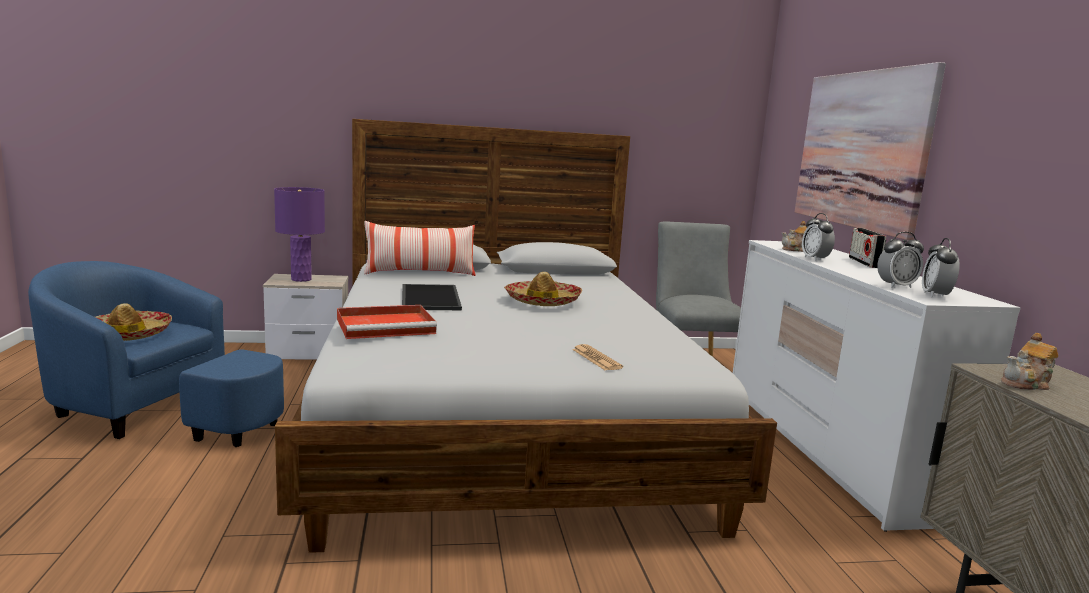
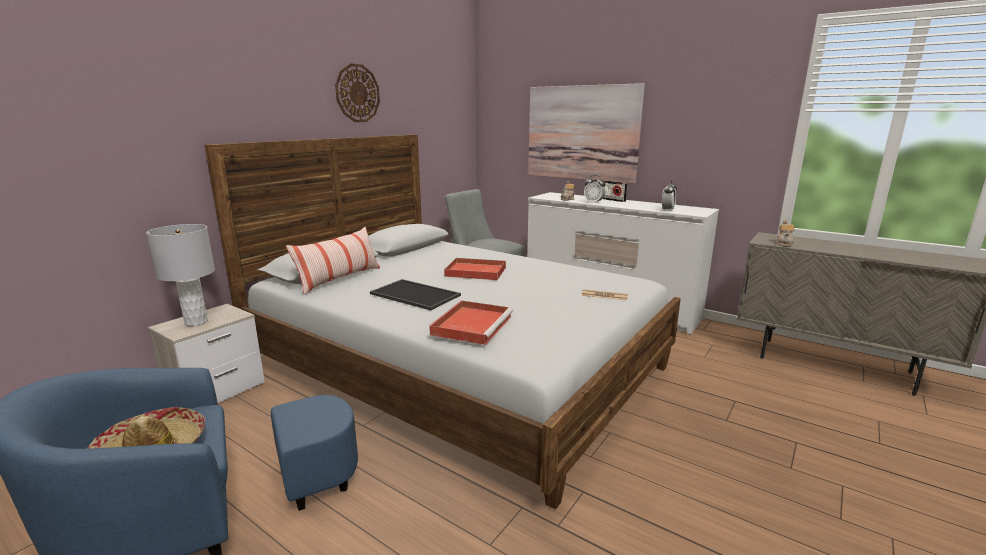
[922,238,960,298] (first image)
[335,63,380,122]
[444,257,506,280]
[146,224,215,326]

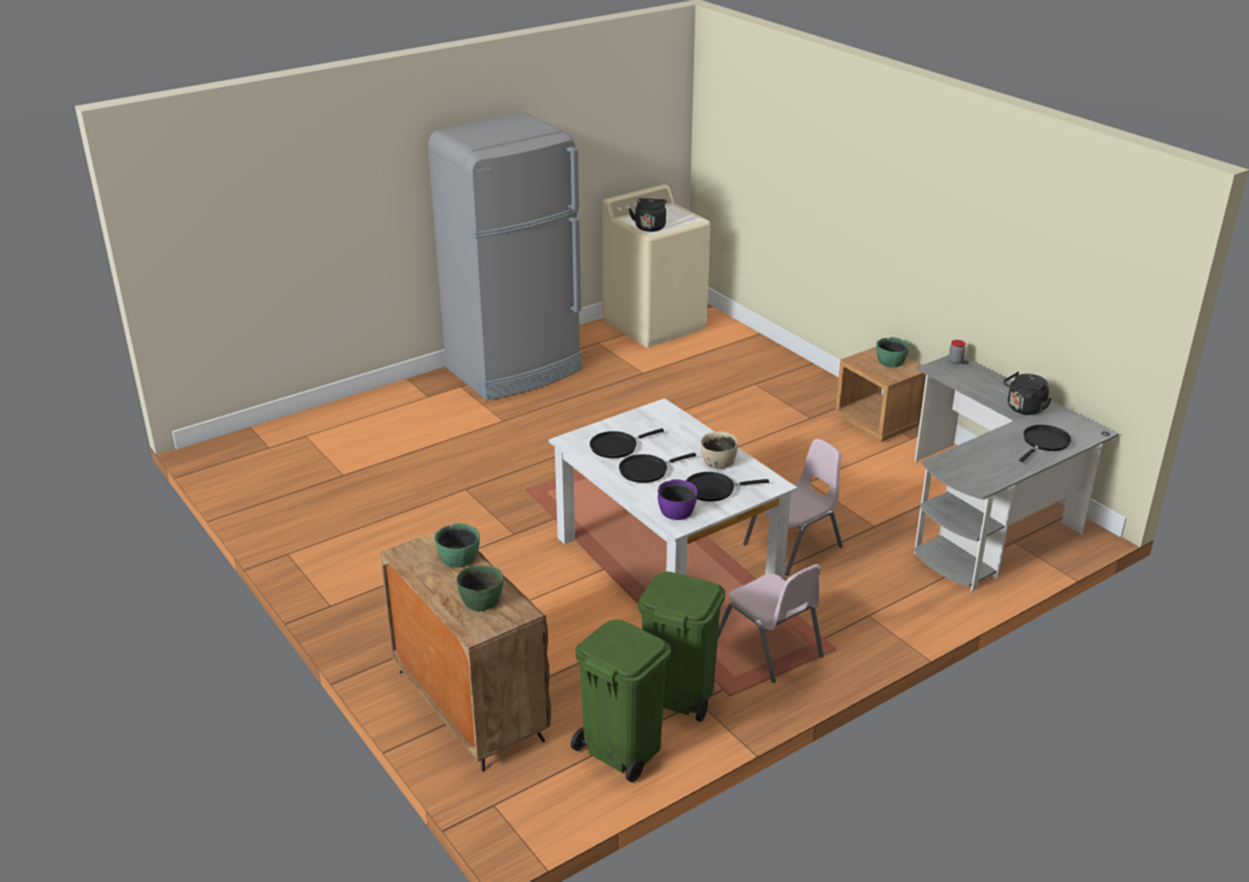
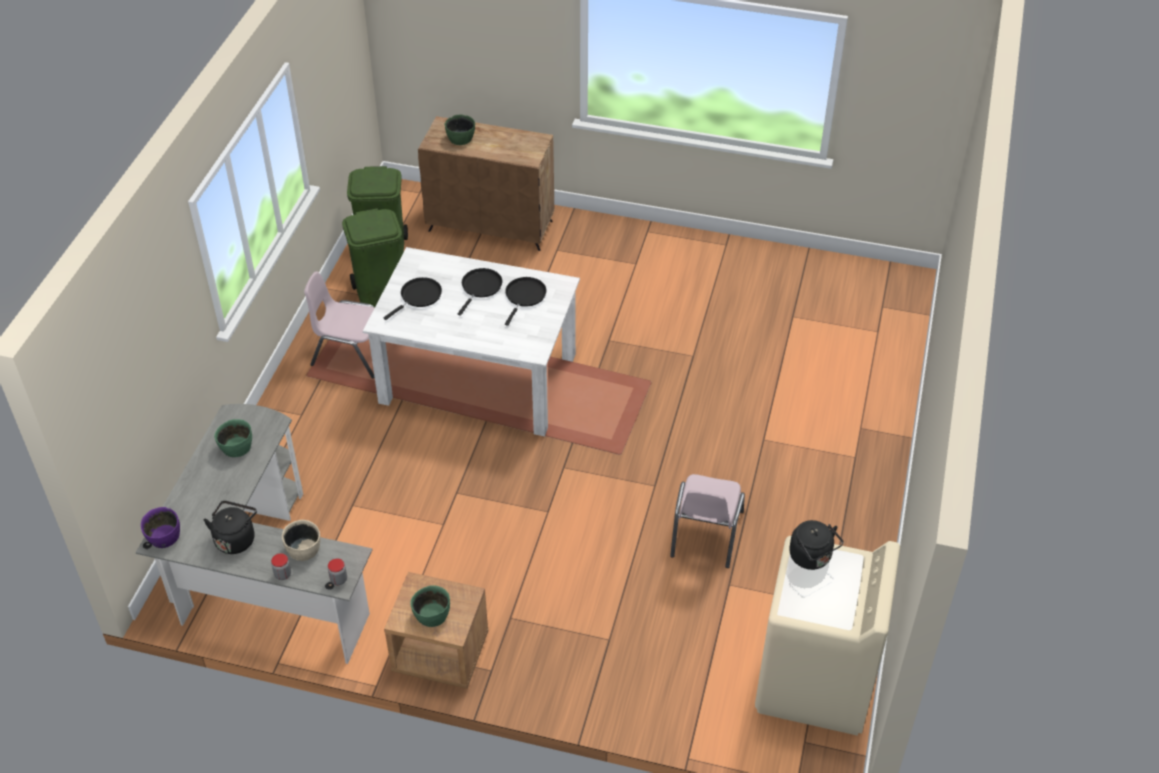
[428,112,582,400] (first image)
[1019,425,1071,462] (first image)
[271,553,291,580]
[214,419,252,457]
[141,507,180,548]
[282,520,320,561]
[670,474,745,568]

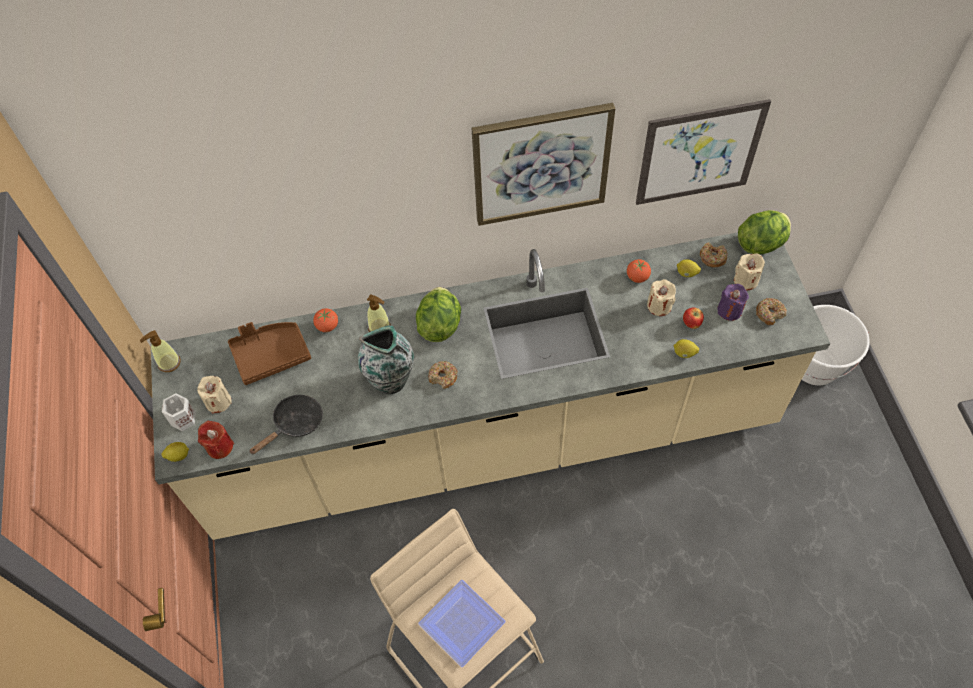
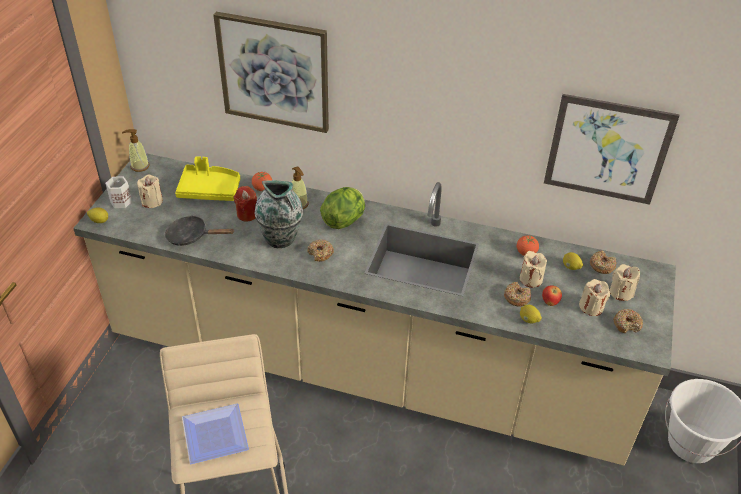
[738,210,791,254] (first image)
[504,282,531,307]
[234,186,257,222]
[213,12,329,133]
[175,156,240,201]
[579,279,610,316]
[165,216,235,246]

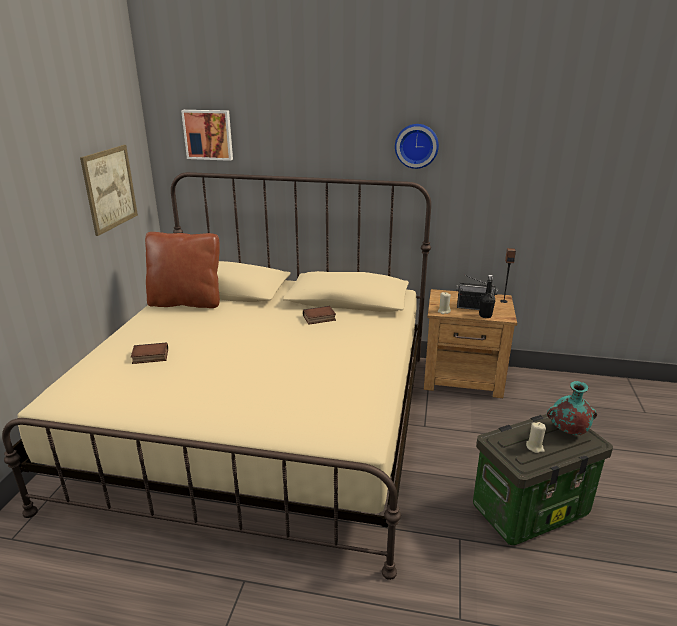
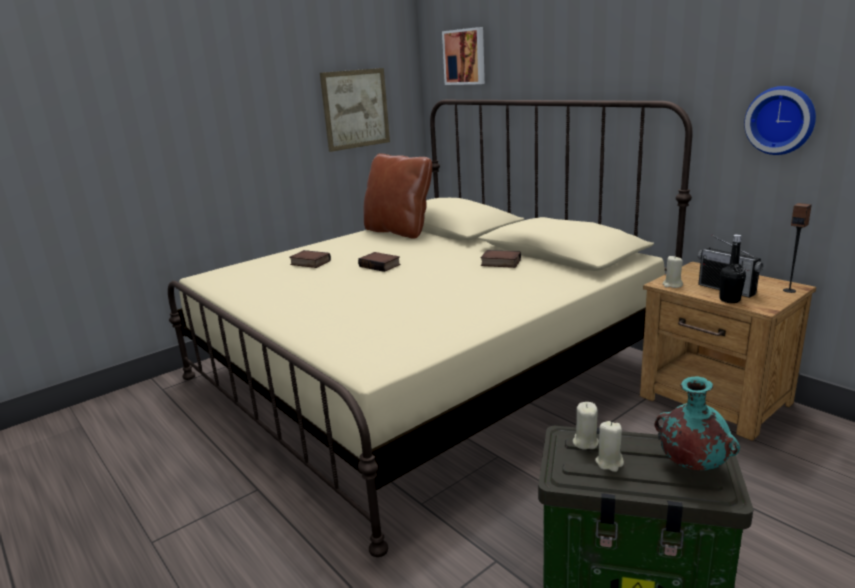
[358,252,400,272]
[573,402,599,450]
[744,86,816,155]

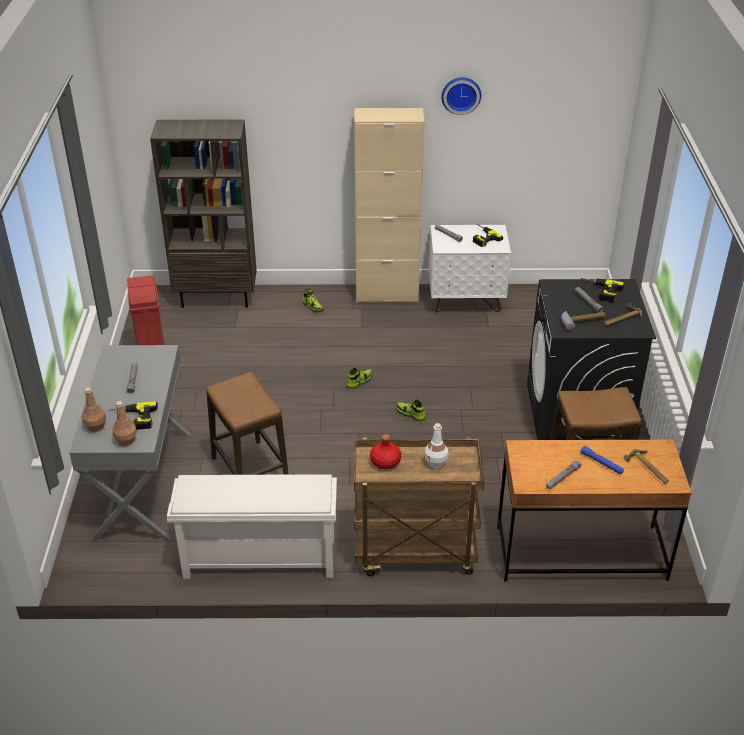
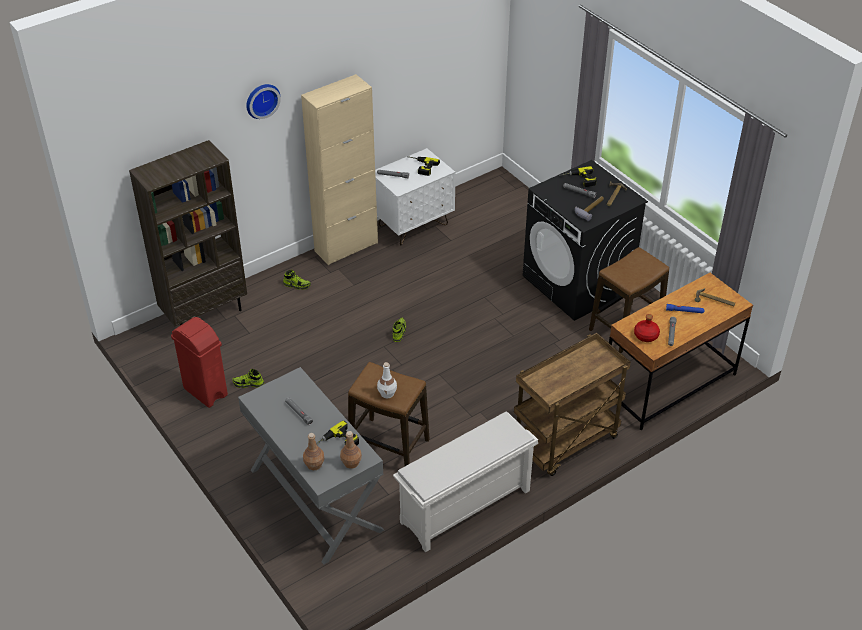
[634,314,660,342]
[232,369,264,388]
[377,362,397,398]
[246,84,281,119]

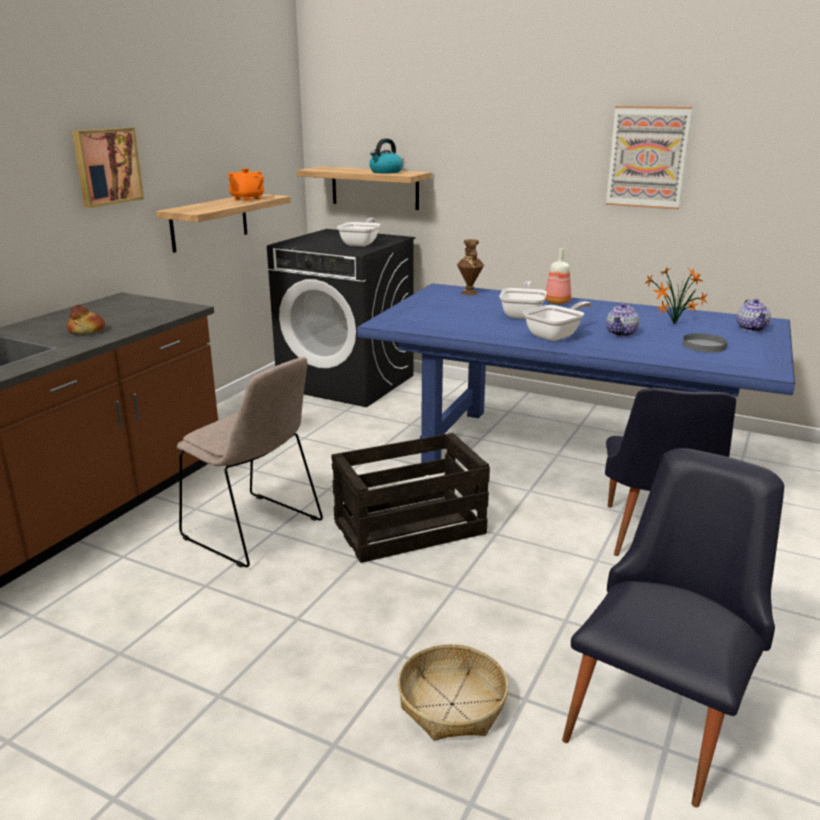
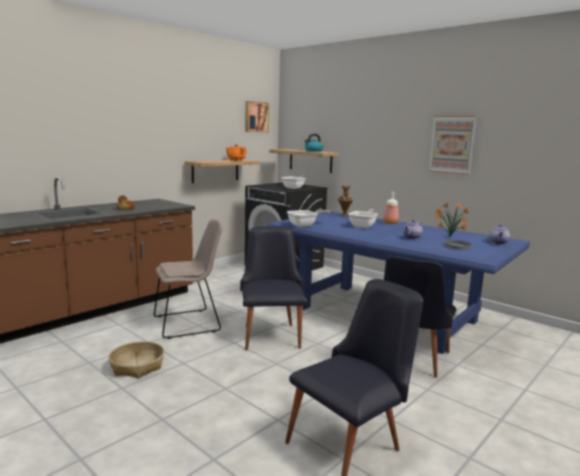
[245,101,269,133]
[108,341,164,378]
[287,210,330,227]
[240,226,308,351]
[154,219,222,339]

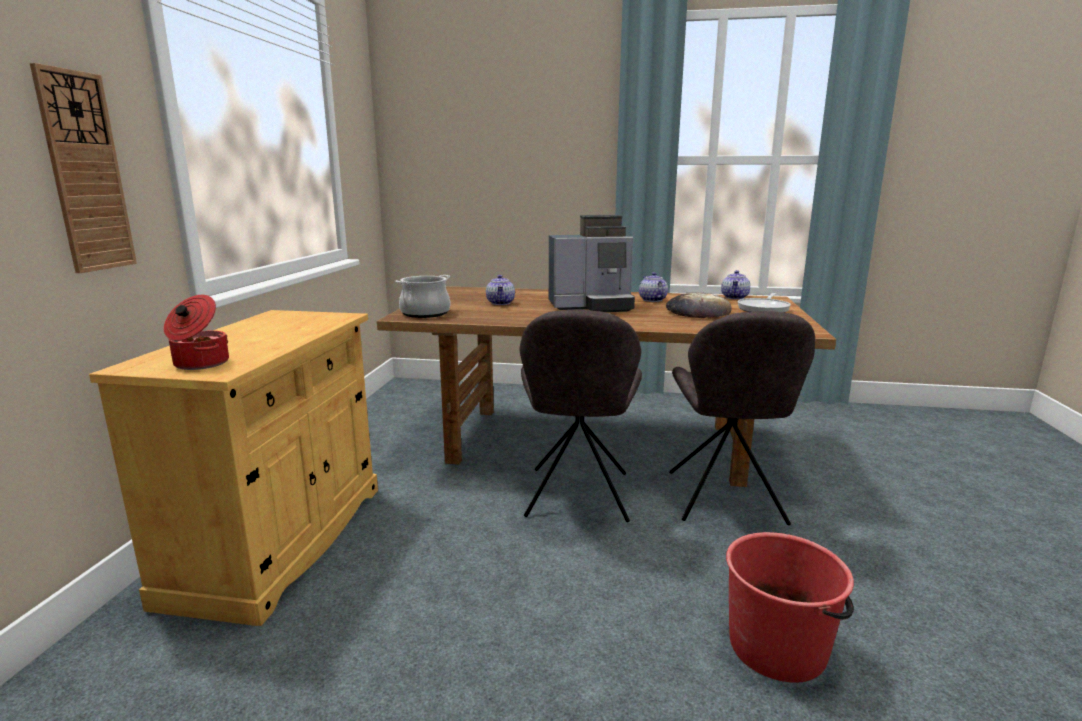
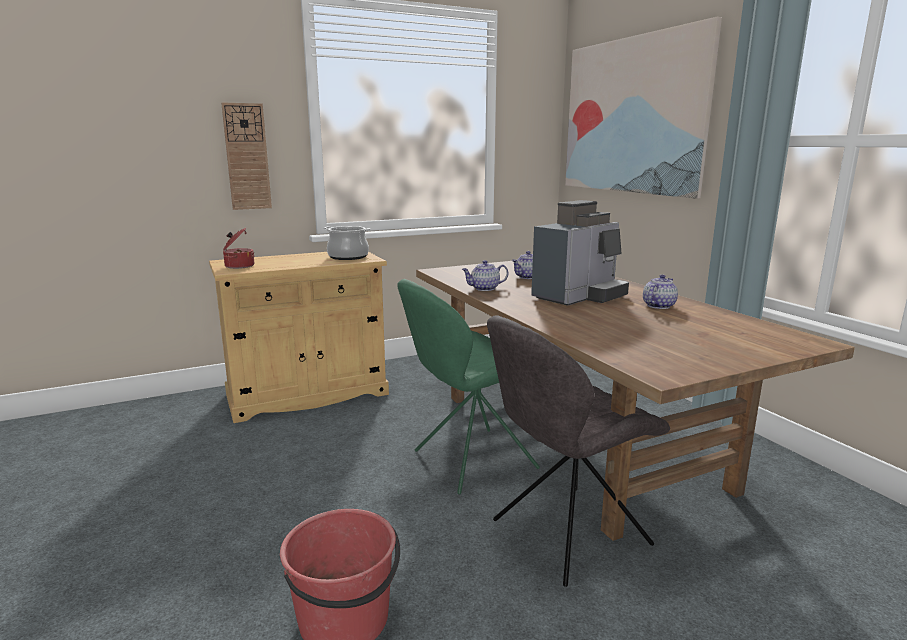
[666,292,732,318] (first image)
[738,293,791,313] (first image)
[565,17,722,199]
[324,226,370,260]
[462,260,508,291]
[397,279,540,494]
[531,200,629,306]

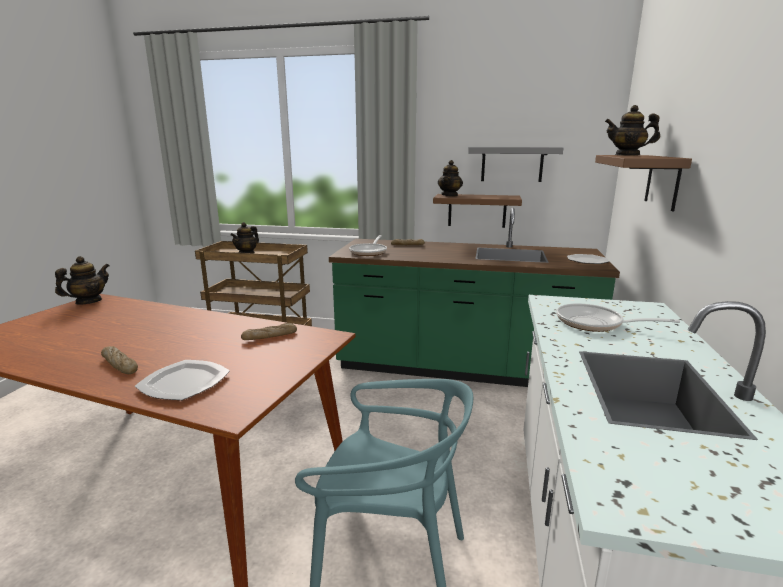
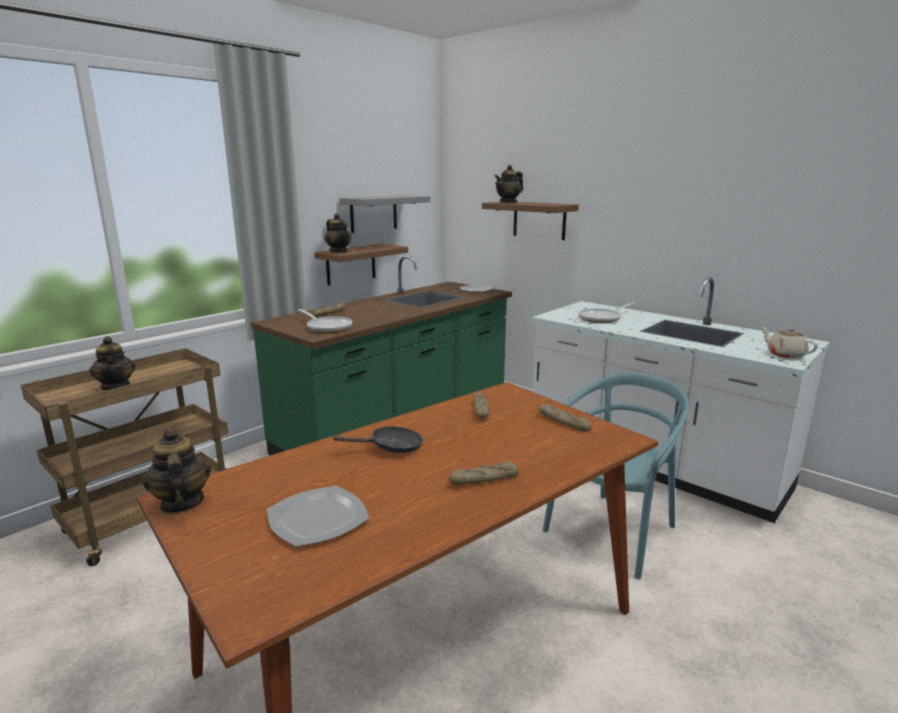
[333,426,423,453]
[538,404,591,431]
[761,327,818,359]
[267,486,369,547]

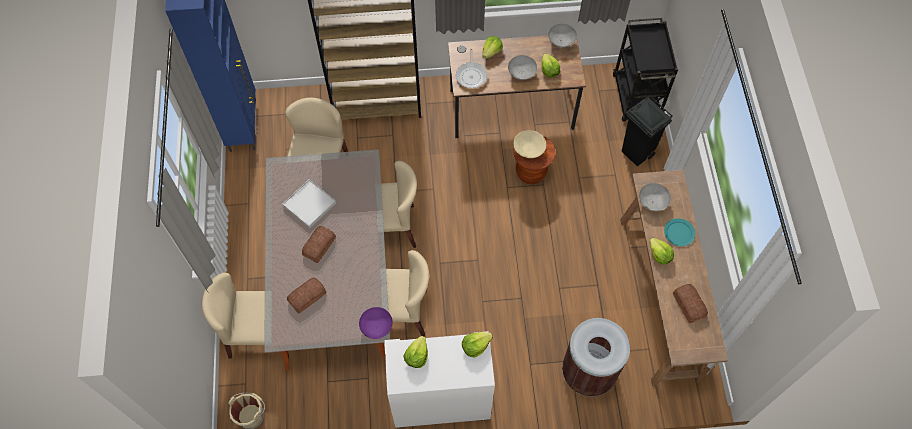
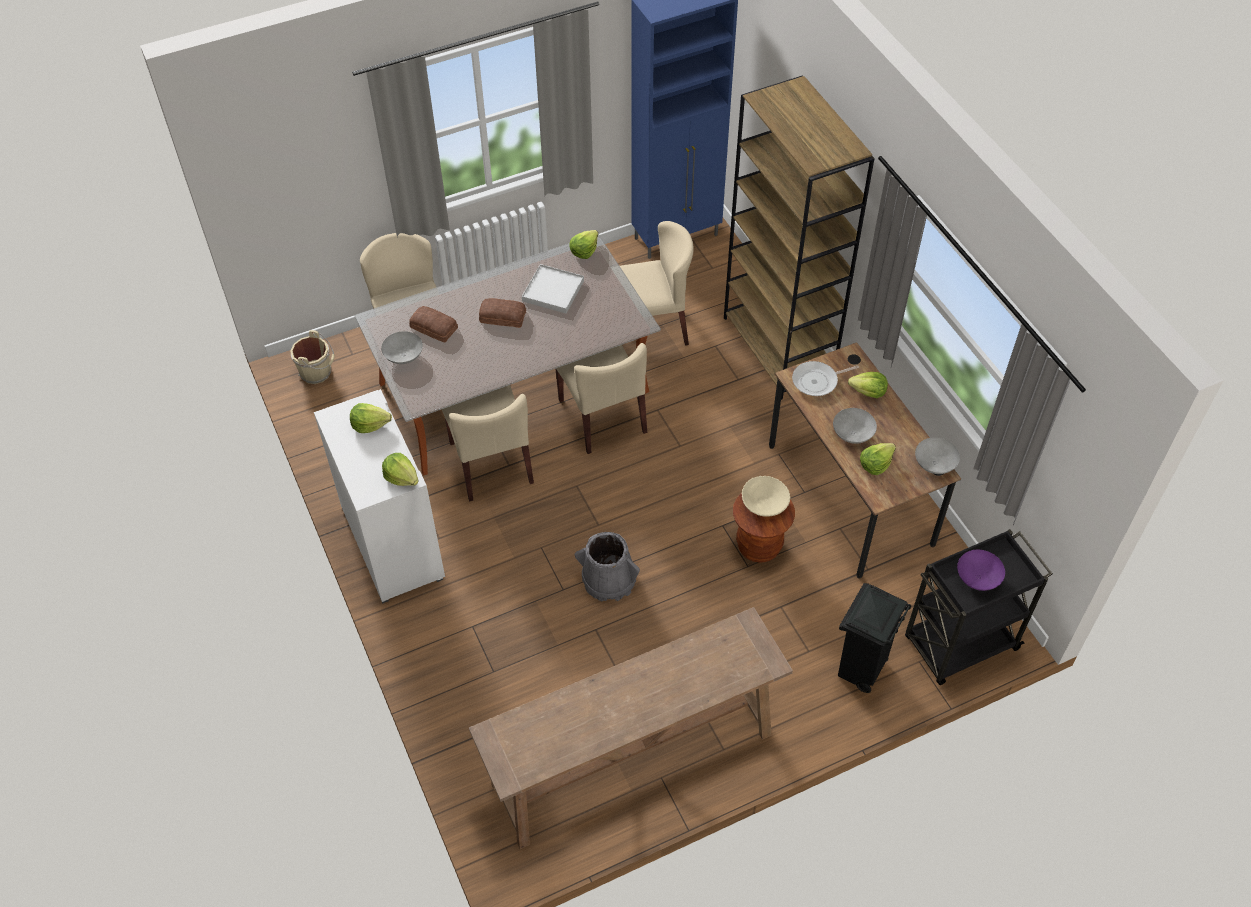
[562,318,630,397] (first image)
[664,218,695,246] (first image)
[673,284,708,323] (first image)
[574,532,640,601]
[957,550,1005,591]
[381,331,423,364]
[569,230,598,259]

